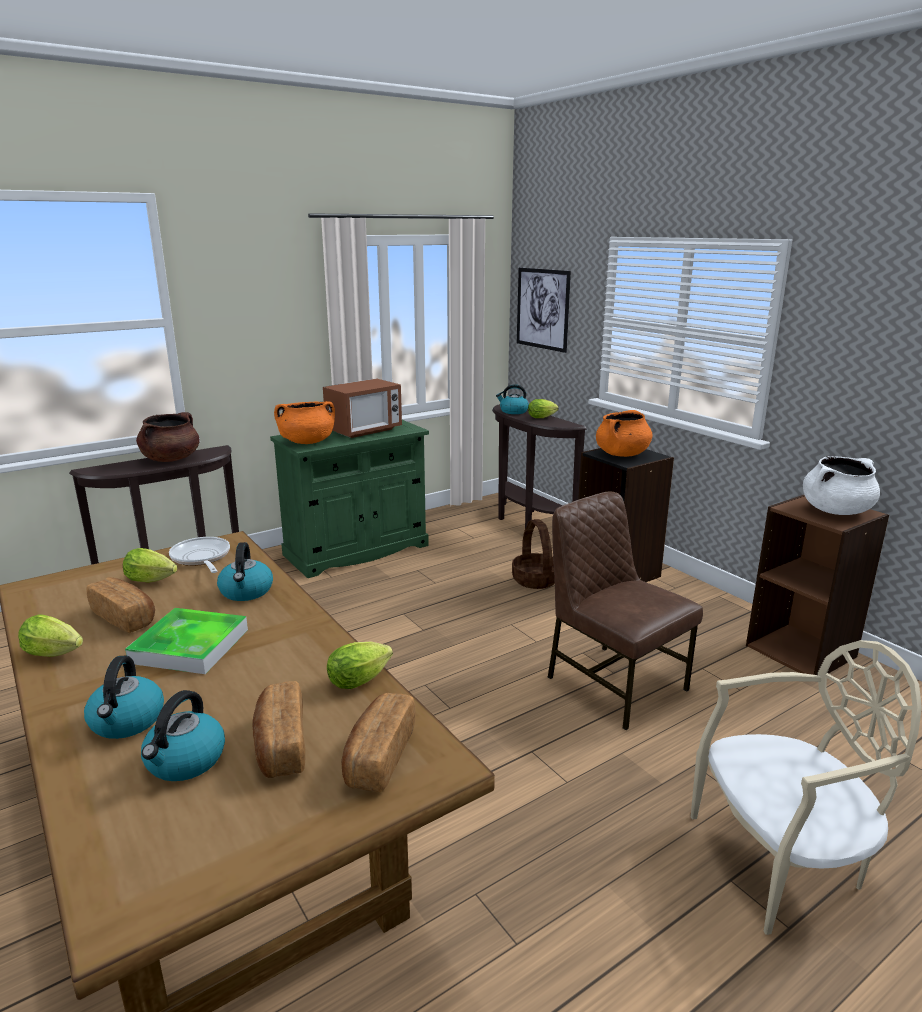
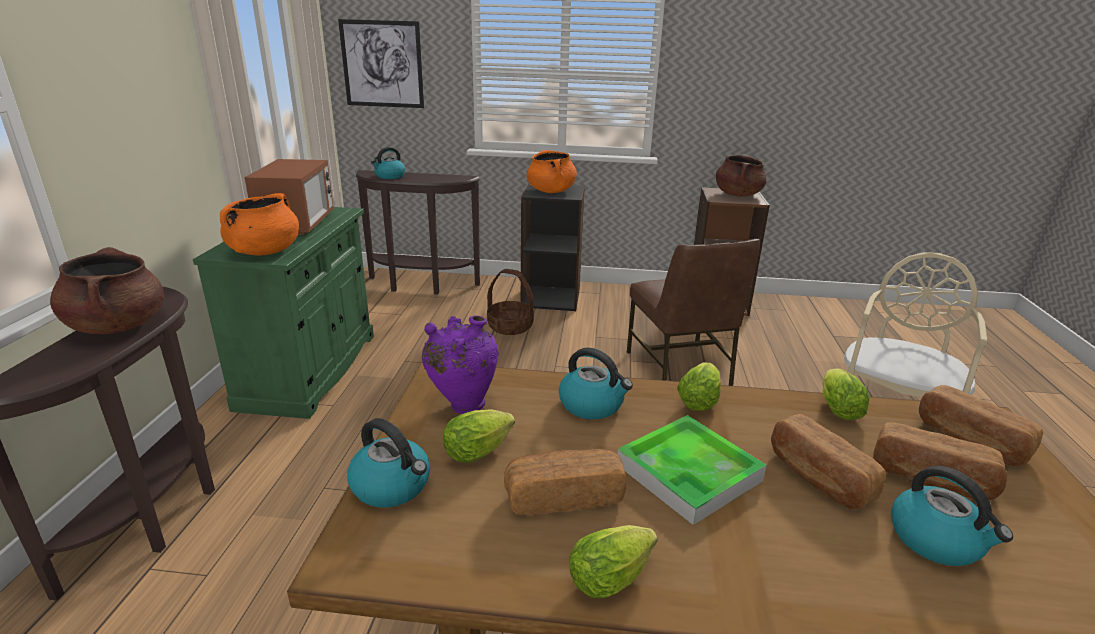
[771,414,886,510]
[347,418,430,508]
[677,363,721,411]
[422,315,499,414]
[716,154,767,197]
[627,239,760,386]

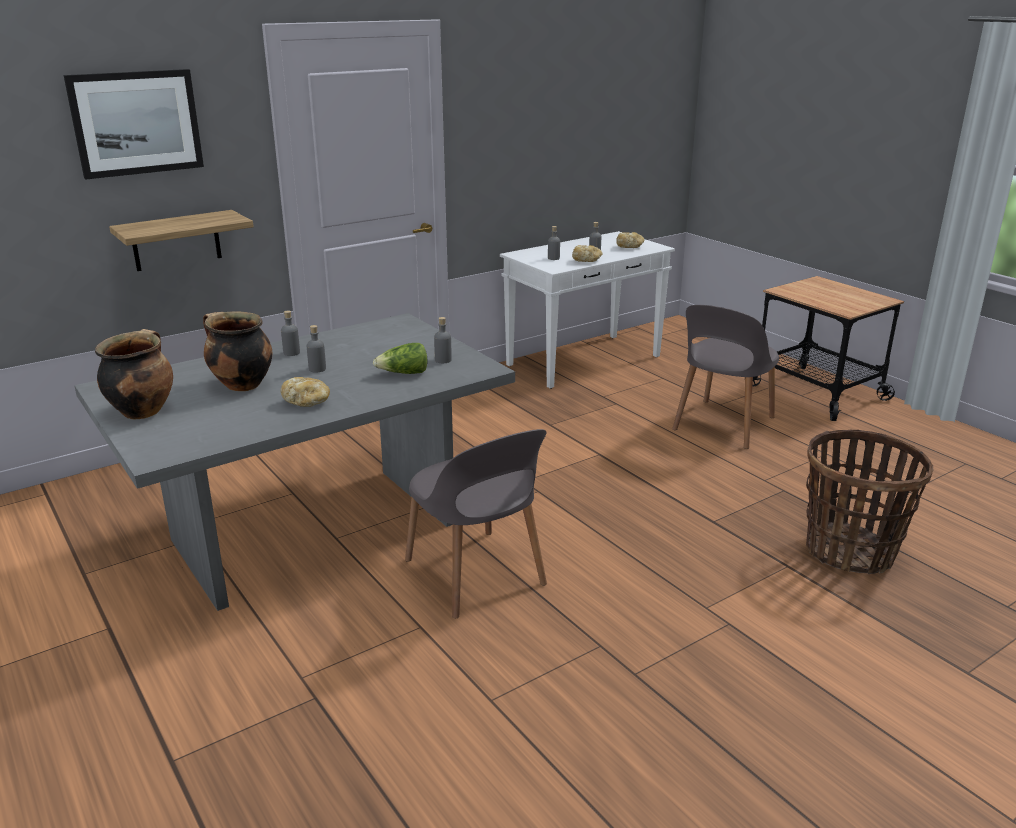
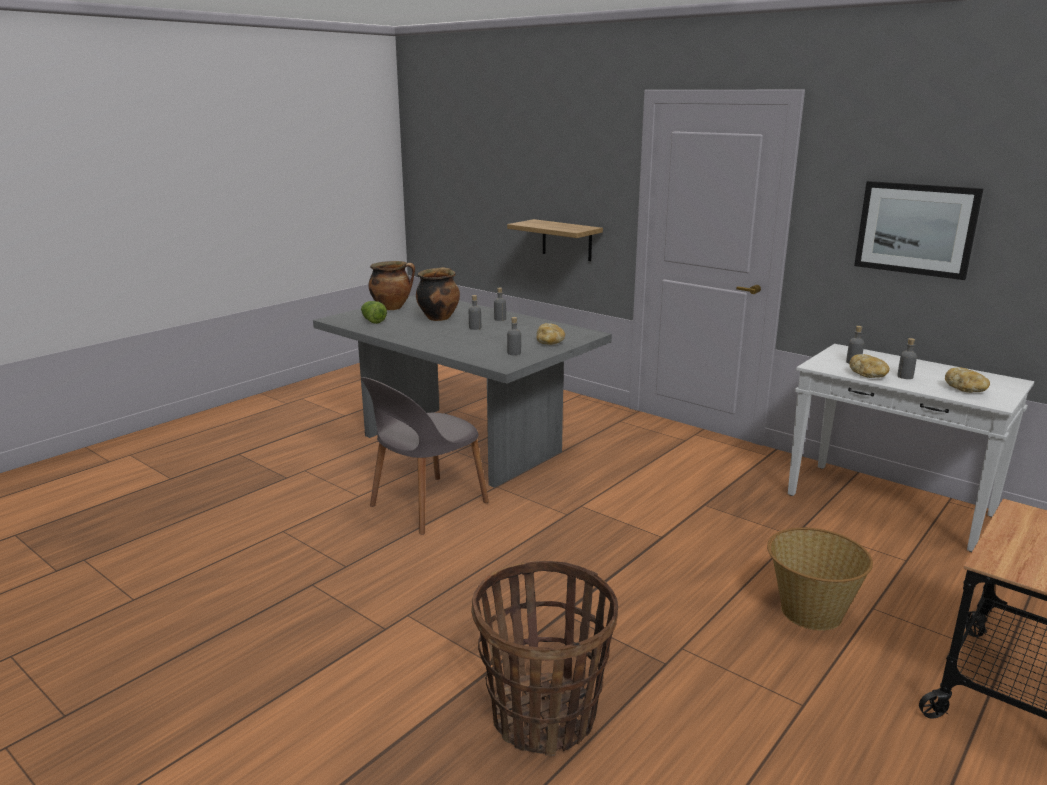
[854,181,983,280]
[536,323,565,345]
[361,301,387,324]
[767,528,873,631]

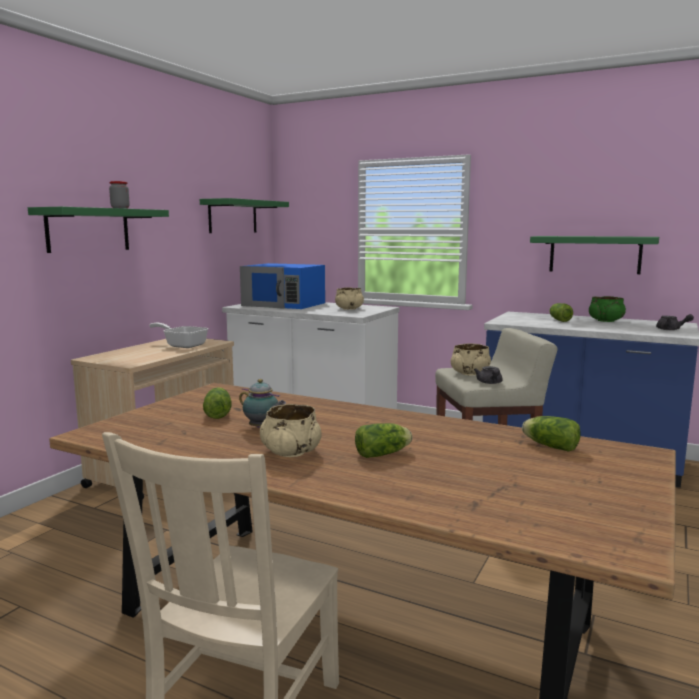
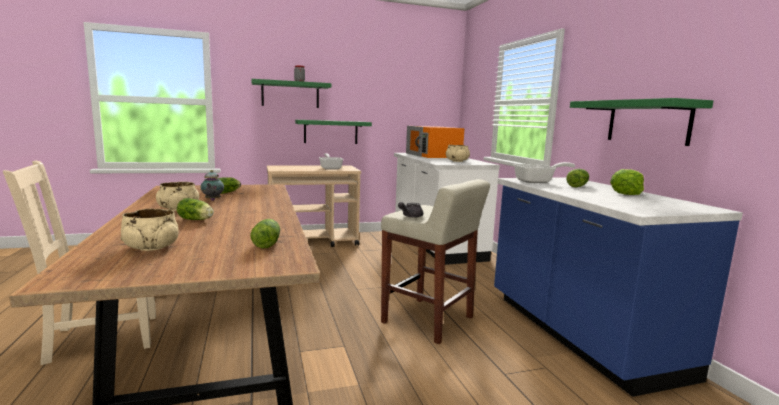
[656,314,694,330] (first image)
[514,162,575,183]
[295,120,372,144]
[120,209,179,251]
[610,169,644,195]
[406,126,465,158]

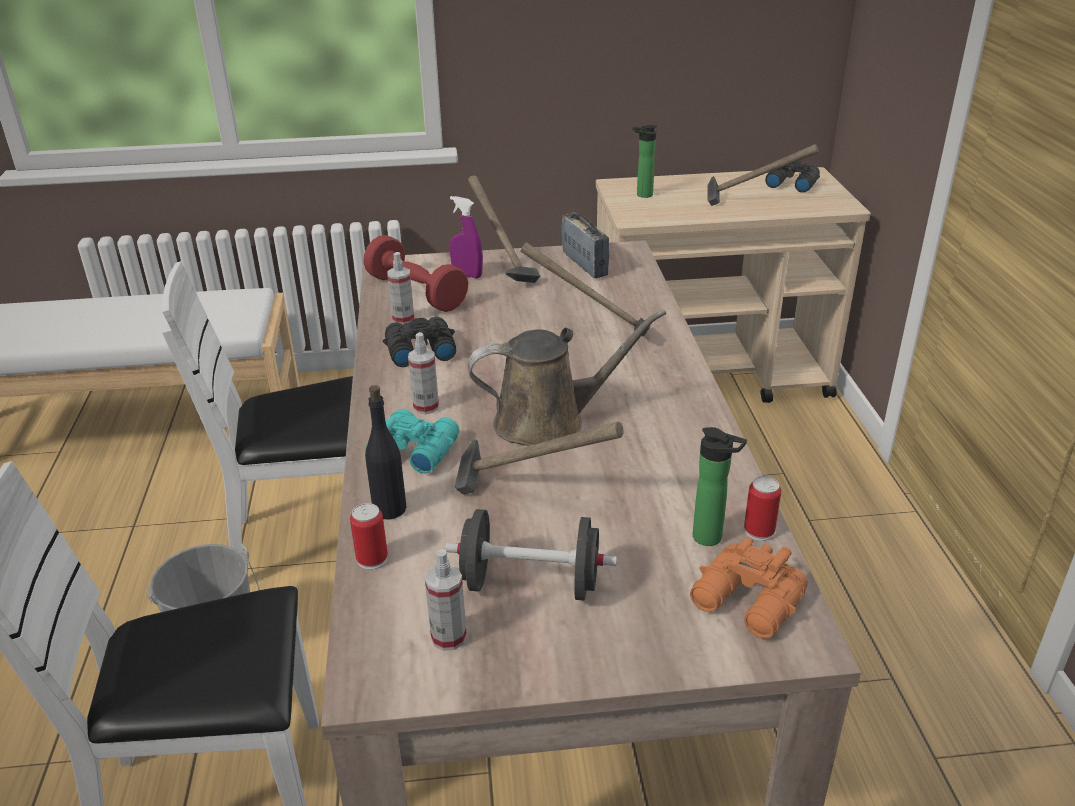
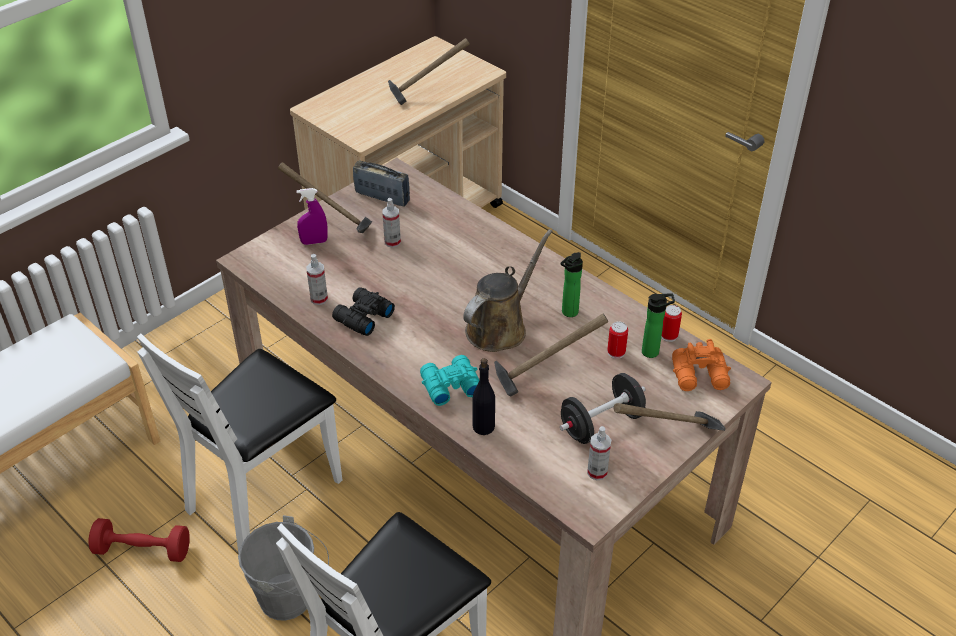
[765,160,820,193] (first image)
[607,322,628,359]
[89,518,190,562]
[382,198,401,248]
[614,403,726,431]
[560,252,583,317]

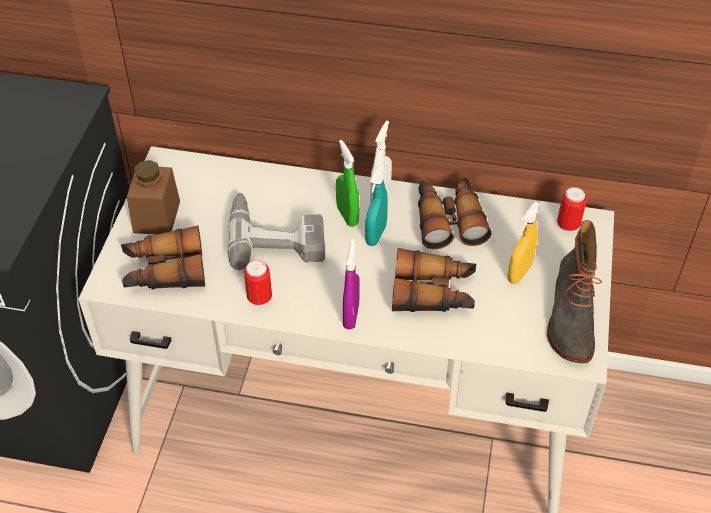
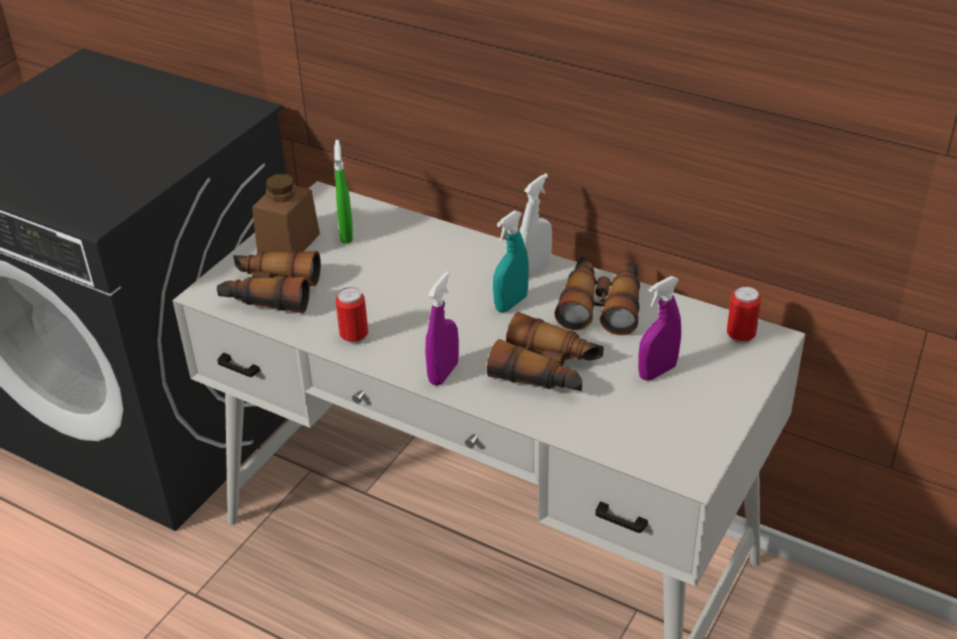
[228,193,325,270] (first image)
[547,220,602,363] (first image)
[334,140,353,244]
[638,276,681,381]

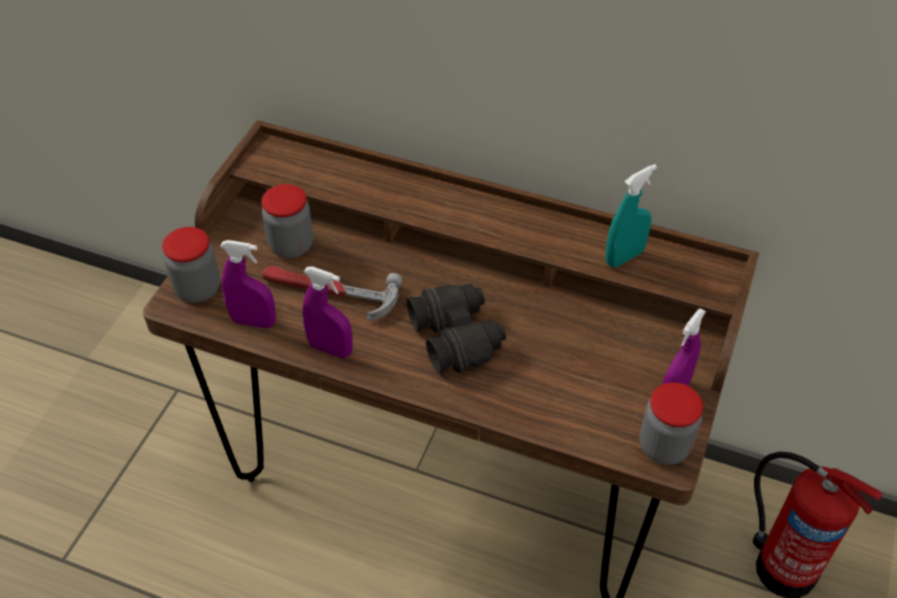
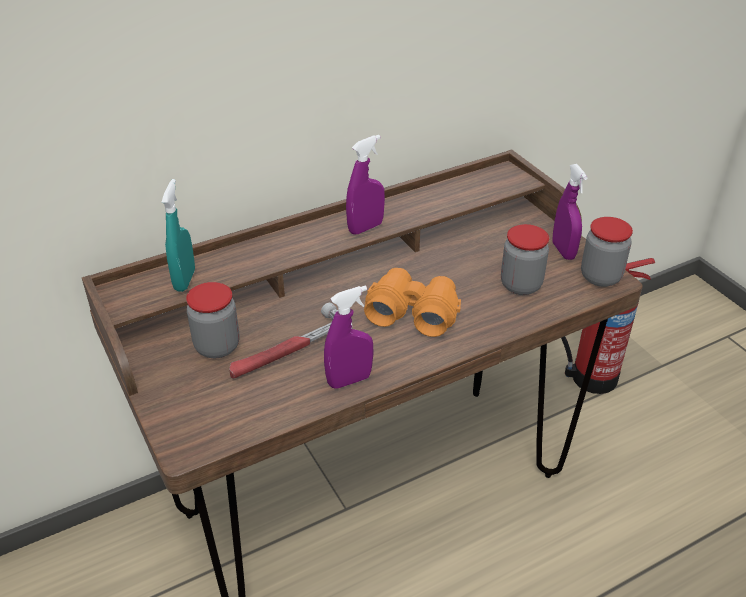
[501,224,549,295]
[346,135,385,235]
[162,179,195,292]
[364,268,461,337]

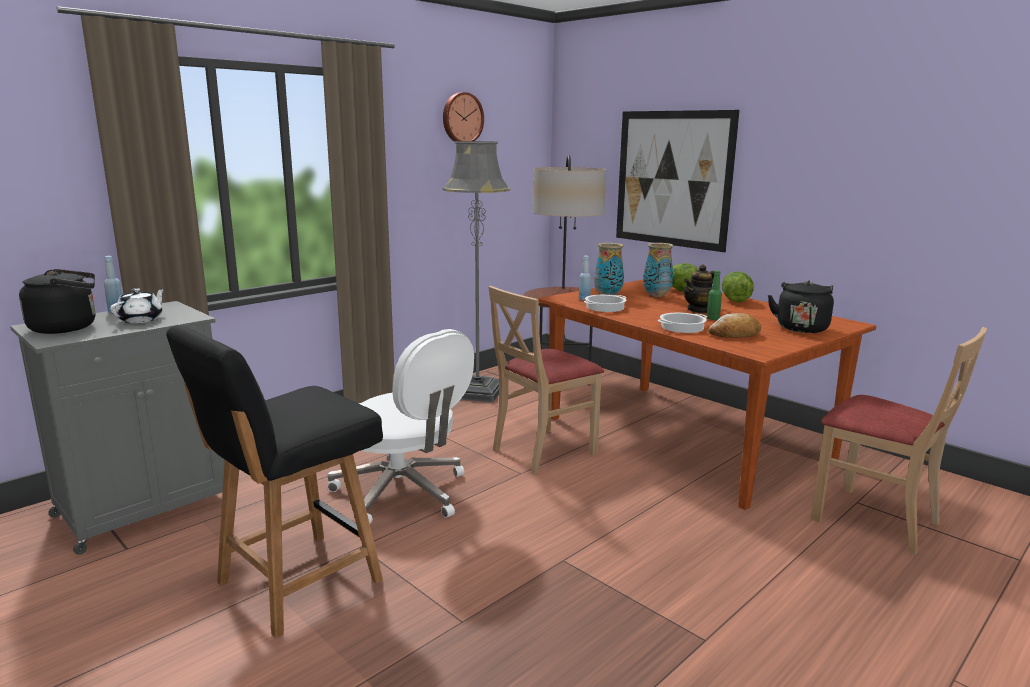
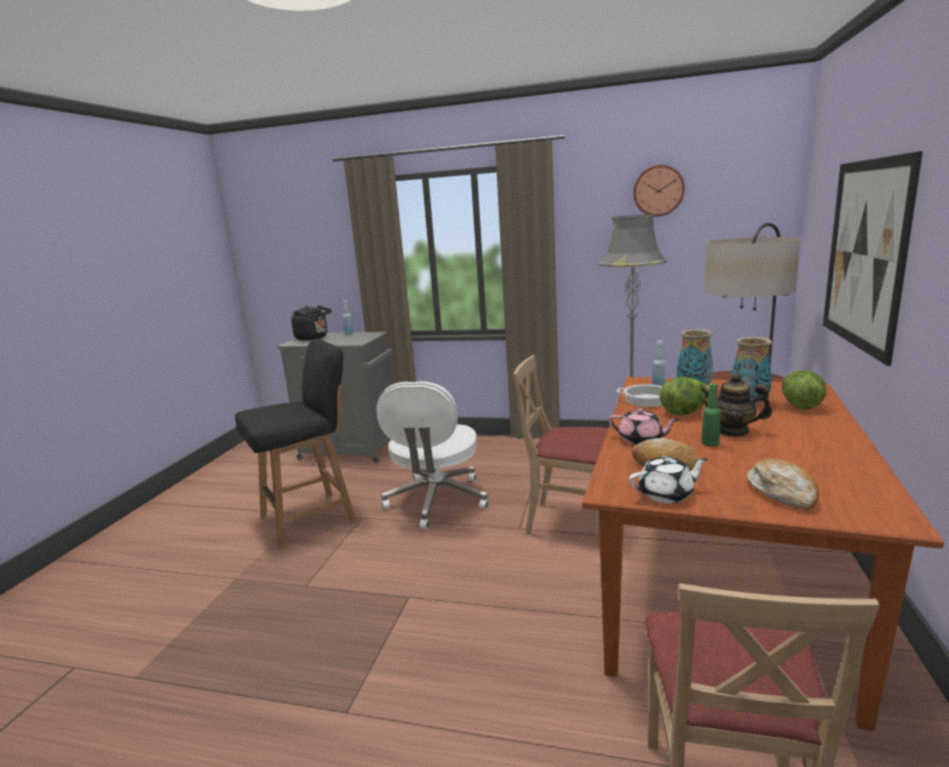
[629,456,708,503]
[660,377,710,416]
[609,408,679,445]
[747,458,819,510]
[235,338,357,548]

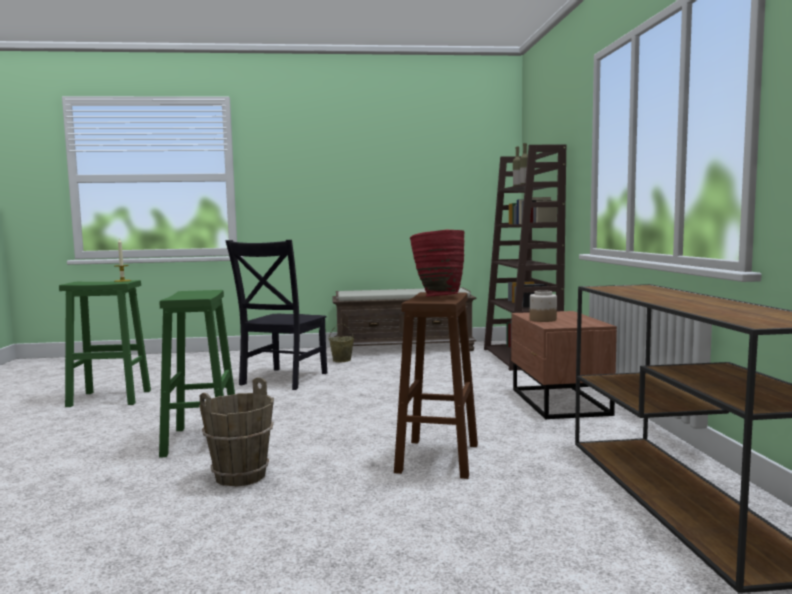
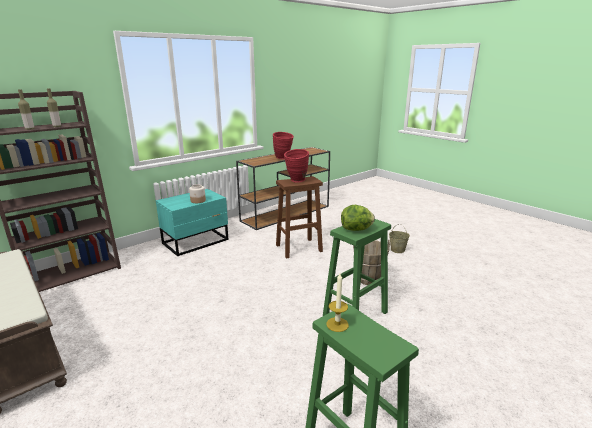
[225,240,327,390] (first image)
[273,132,294,159]
[341,205,375,231]
[389,224,410,253]
[156,189,228,256]

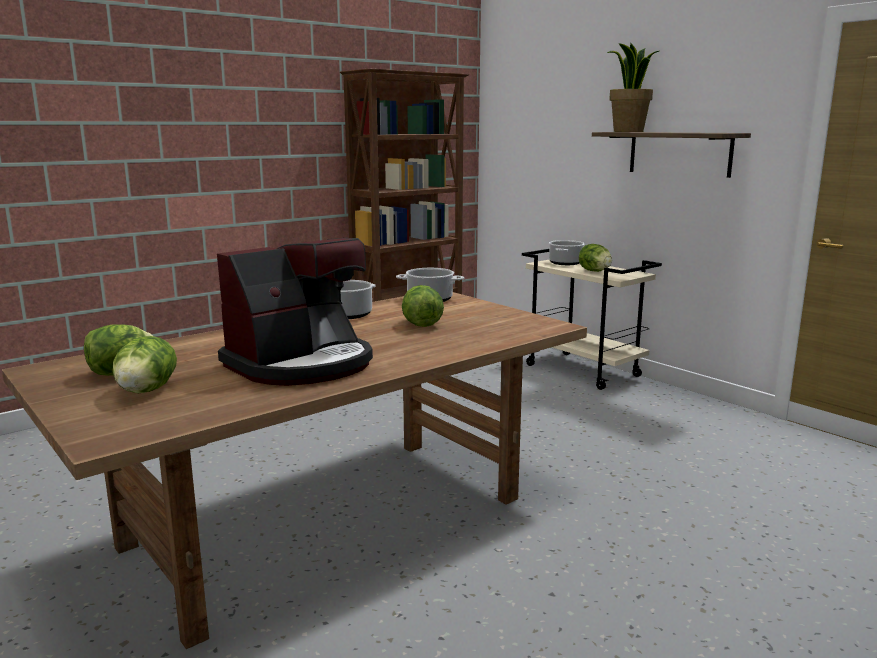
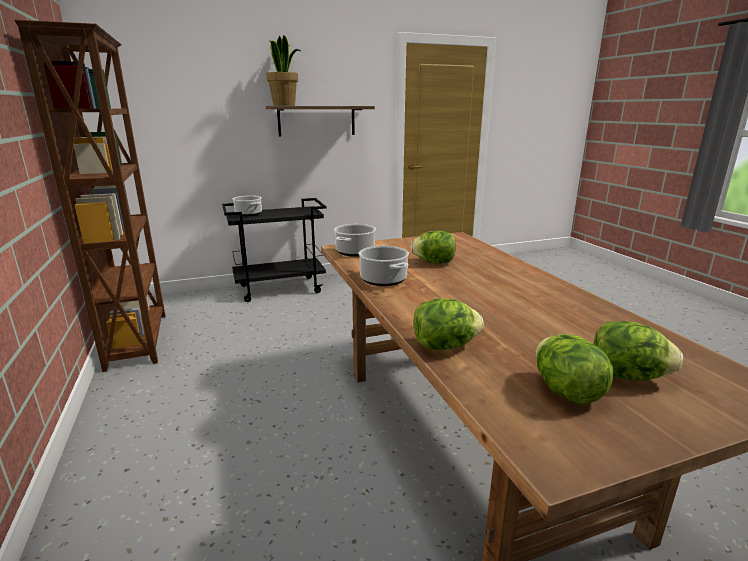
[217,238,373,386] (first image)
[414,298,484,350]
[222,198,326,302]

